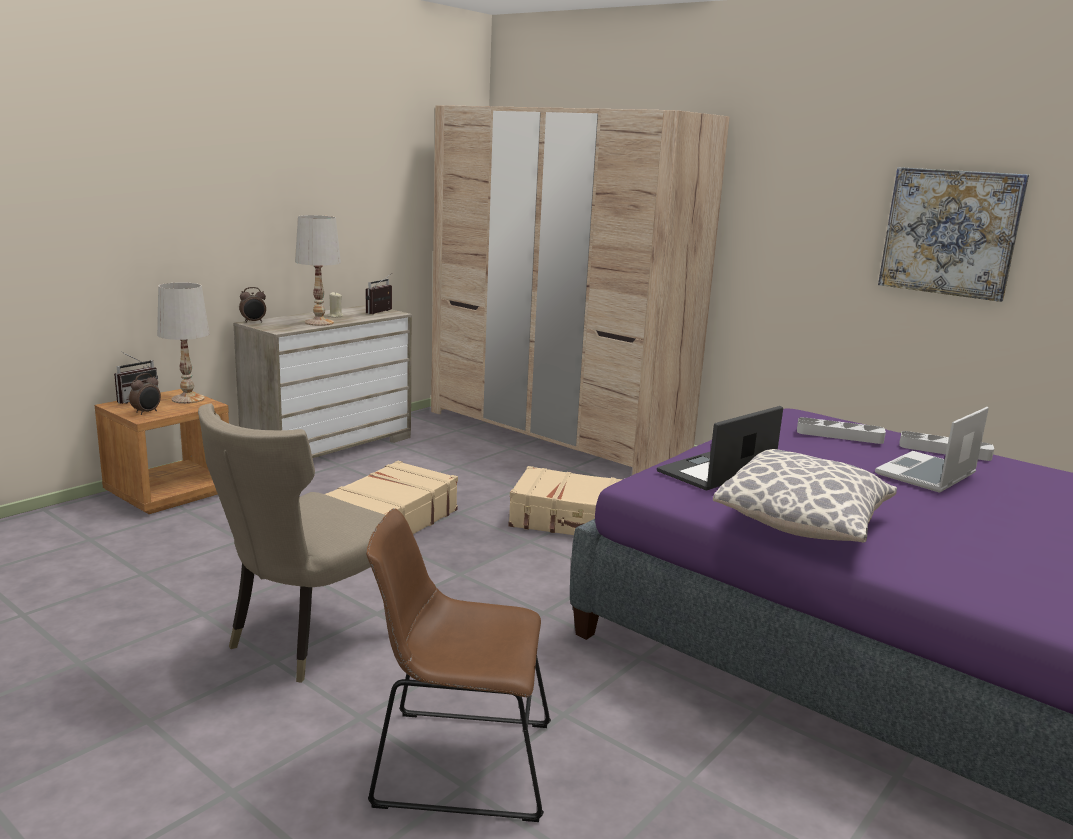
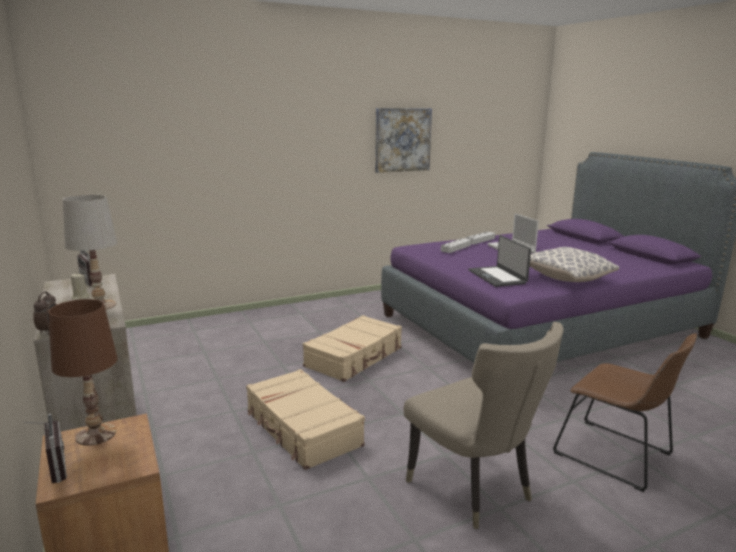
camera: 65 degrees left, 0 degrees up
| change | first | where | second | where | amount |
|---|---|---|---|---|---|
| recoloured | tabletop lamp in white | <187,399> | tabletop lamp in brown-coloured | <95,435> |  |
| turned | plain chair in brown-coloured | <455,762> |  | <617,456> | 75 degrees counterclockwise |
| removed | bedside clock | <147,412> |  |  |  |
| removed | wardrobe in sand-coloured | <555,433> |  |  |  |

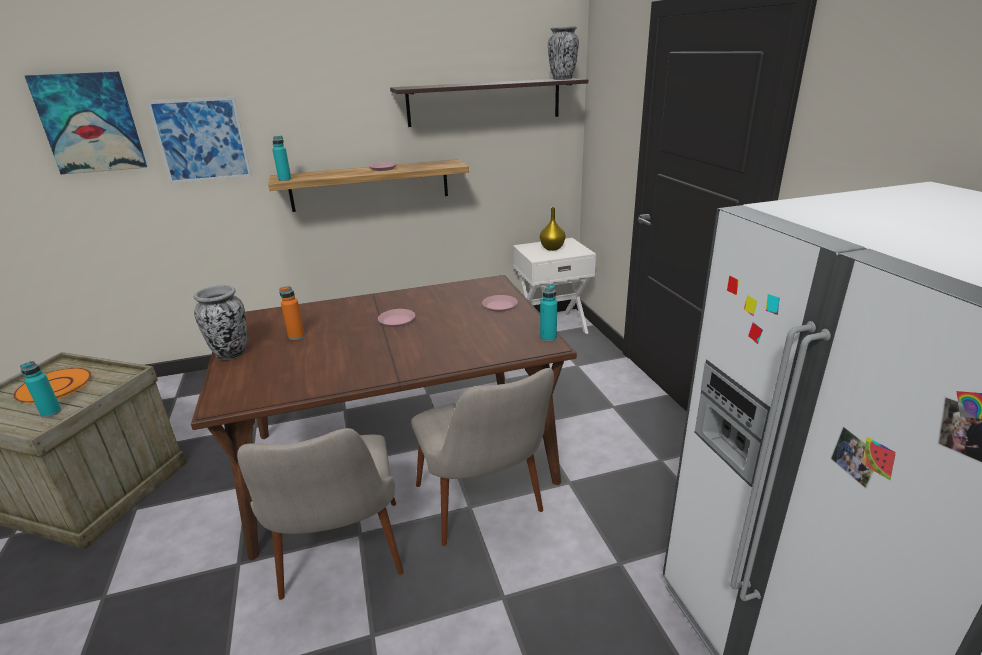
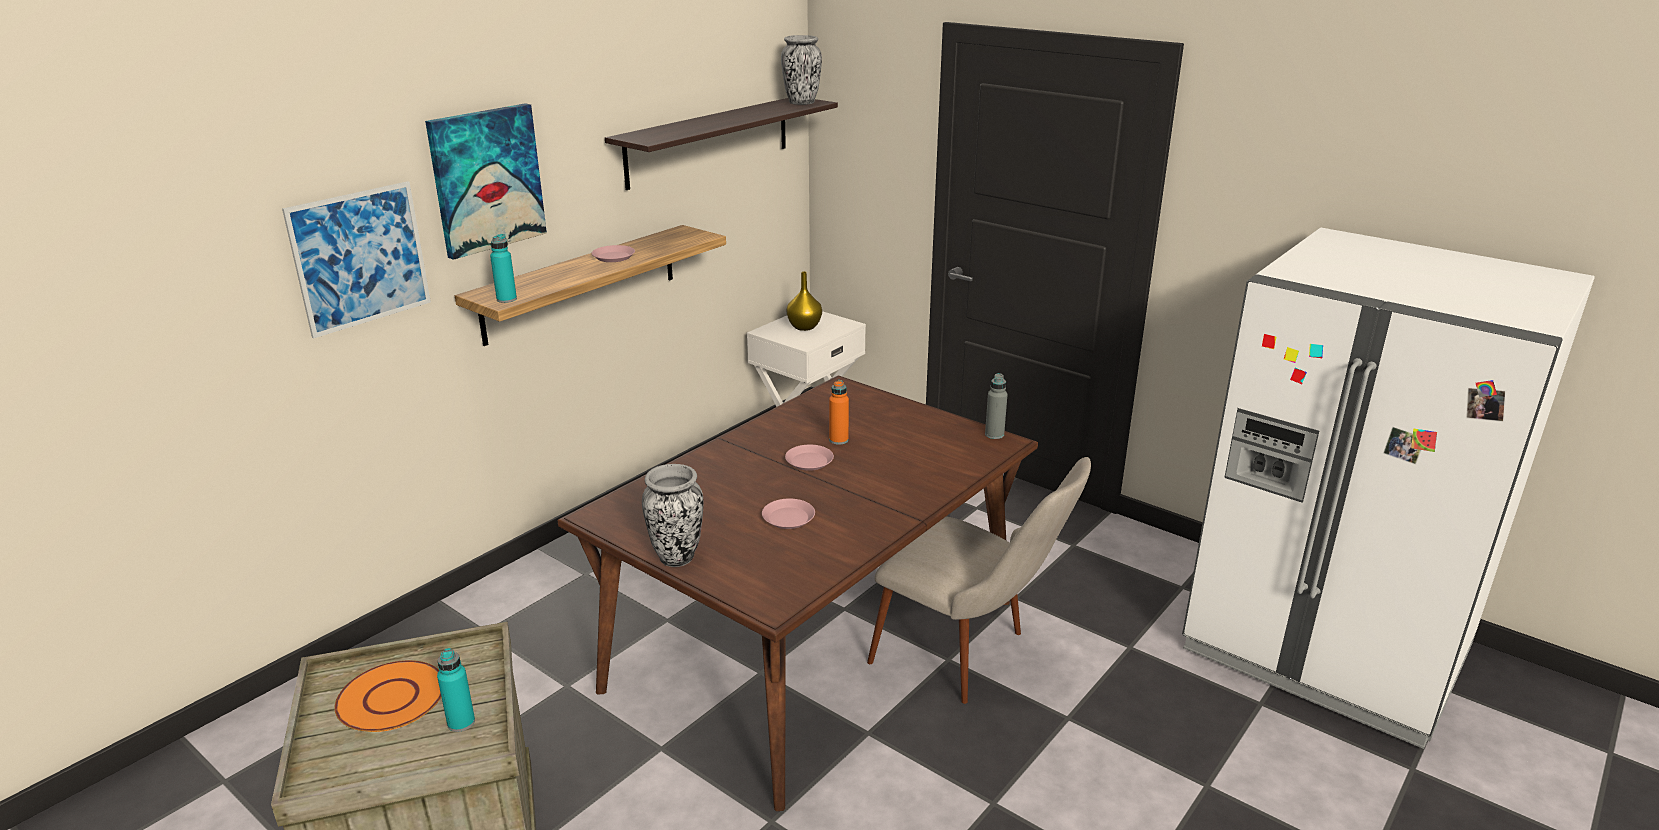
camera: 35 degrees left, 0 degrees up
| change | first | where | second | where | amount |
|---|---|---|---|---|---|
| moved | wall picture | <90,123> |  | <486,179> |  |
| moved | dinner plate in pink-coloured | <500,306> |  | <788,518> |  |
| moved | bottle in orange | <296,336> |  | <838,440> |  |
| recoloured | bottle in blue-green | <548,338> | bottle in grey | <994,434> |  |
| removed | plain chair in sand-coloured | <342,566> |  |  |  |

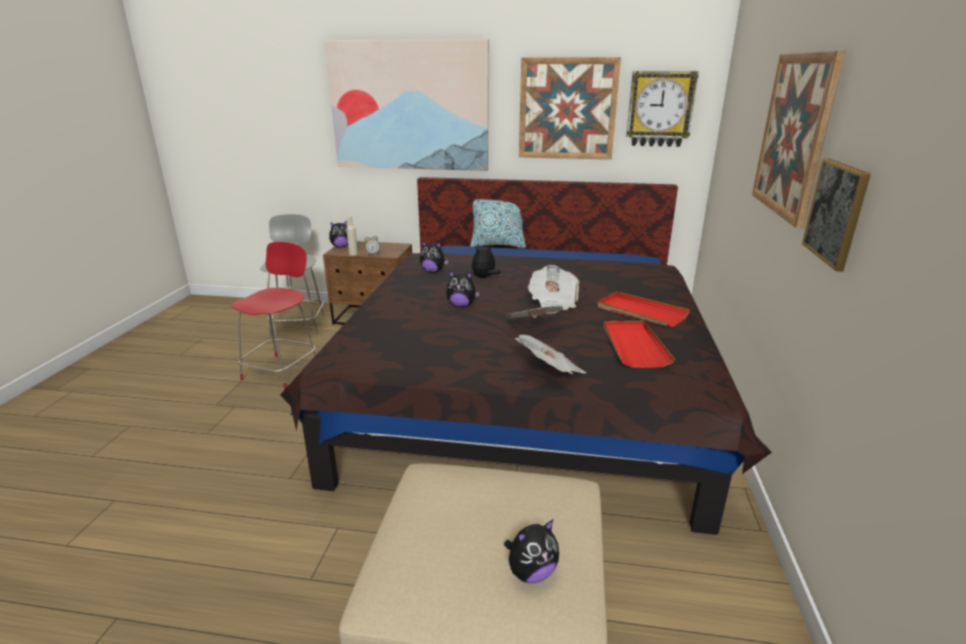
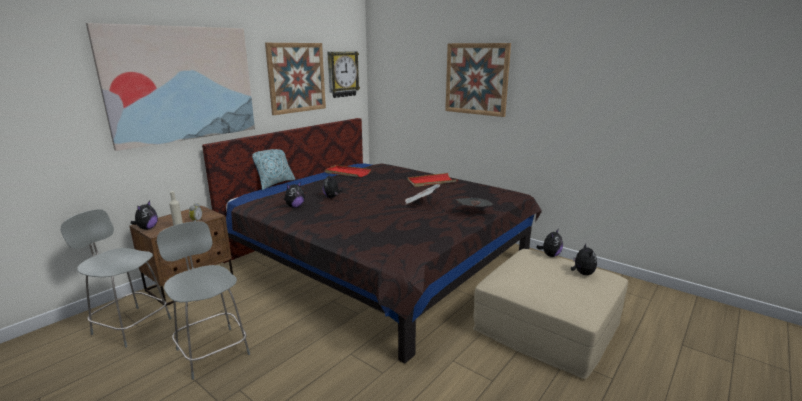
camera: 60 degrees left, 5 degrees down
| change | first | where | second | where | amount |
|---|---|---|---|---|---|
| recoloured | plain chair in reddish | <282,371> | plain chair in grey | <212,350> |  |
| moved | serving tray in reddish | <634,346> |  | <347,173> |  |
| moved | plush toy | <461,305> |  | <550,255> |  |
| removed | printed paper | <552,303> |  |  |  |
| removed | wall picture | <836,212> |  |  |  |

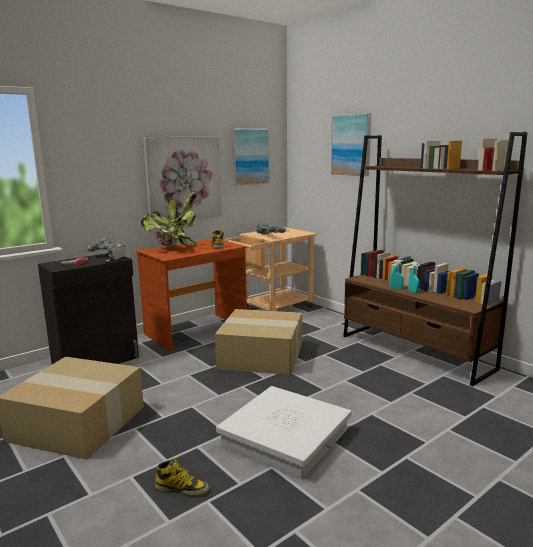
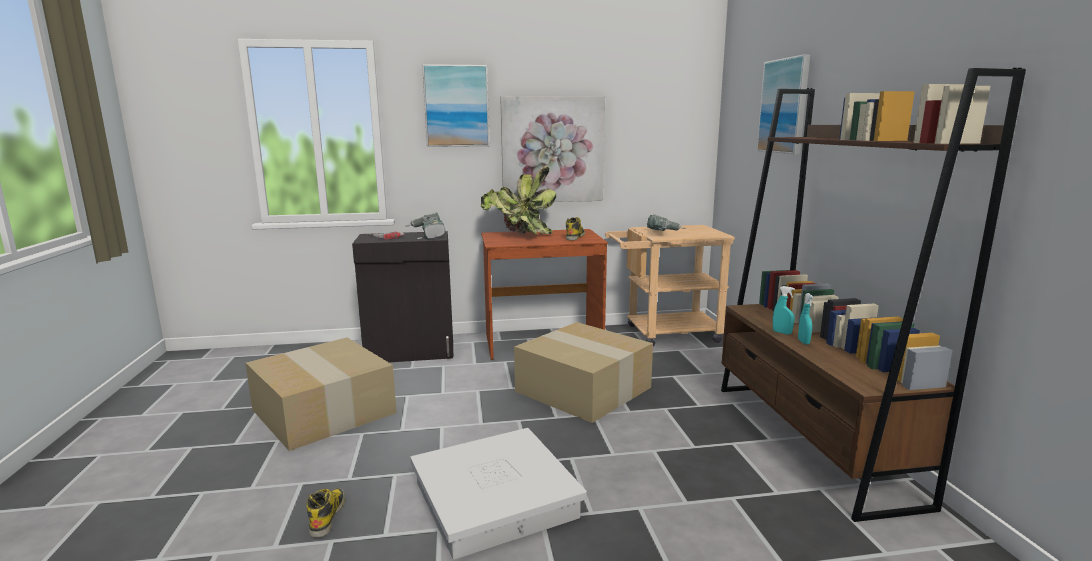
camera: 30 degrees right, 0 degrees up
| change | first | where | second | where | amount |
|---|---|---|---|---|---|
| turned | boot | <182,488> |  | <327,515> | 135 degrees counterclockwise |
| moved | wall picture | <250,156> |  | <456,106> |  |

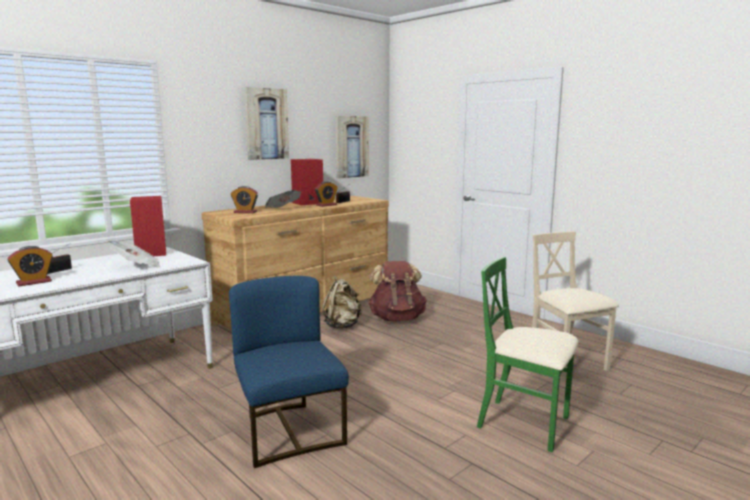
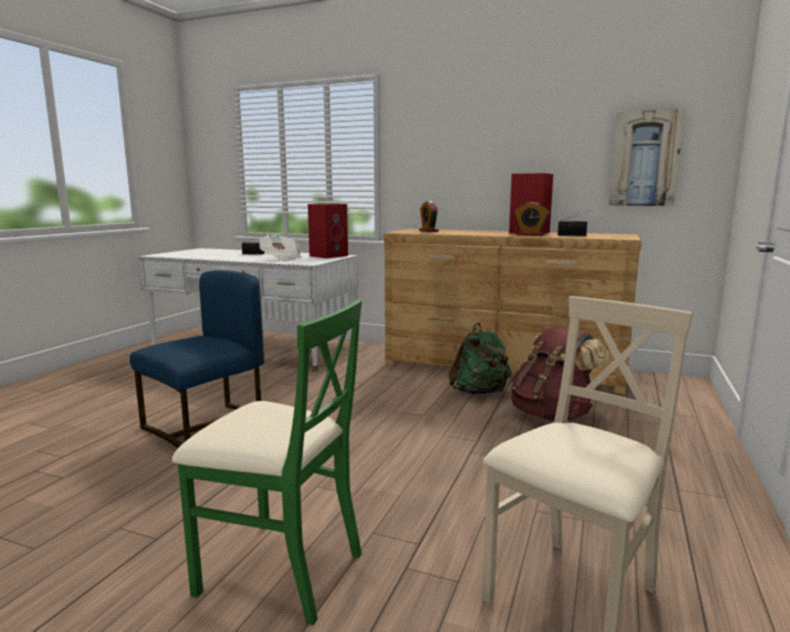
camera: 65 degrees right, 0 degrees up
| change | first | where | second | where | amount |
|---|---|---|---|---|---|
| turned | plain chair in green | <524,423> |  | <280,570> | 105 degrees clockwise |
| recoloured | backpack in sand-coloured | <342,326> | backpack in green | <479,393> |  |
| removed | bedside clock | <34,282> |  |  |  |
| removed | wall picture | <266,124> |  |  |  |
| removed | printed paper | <283,209> |  |  |  |

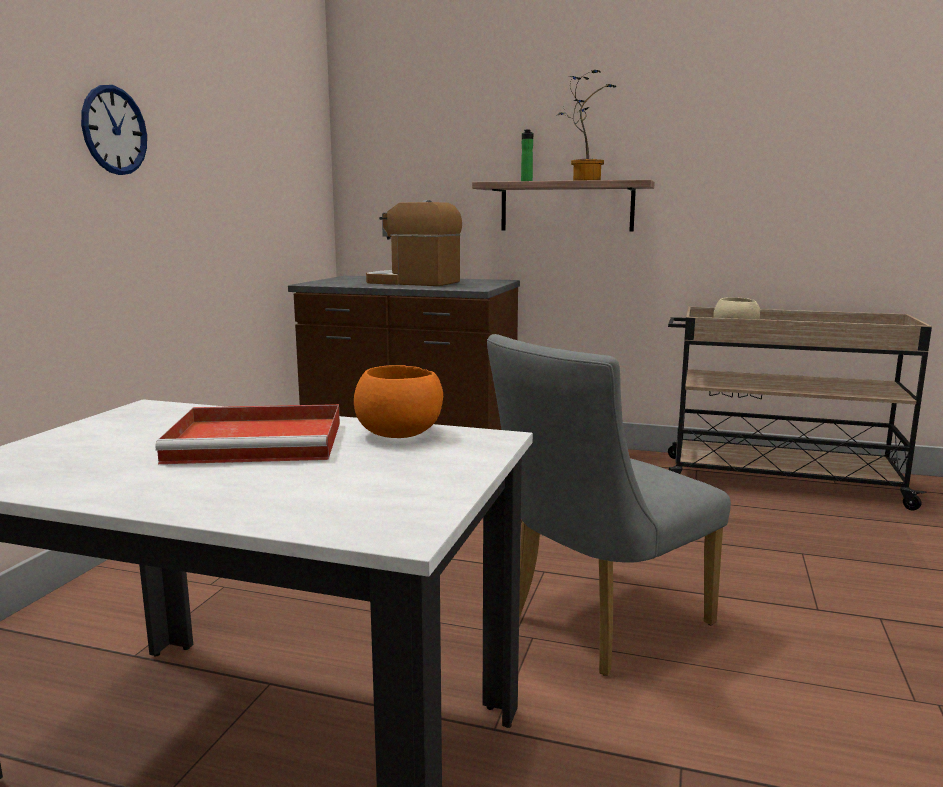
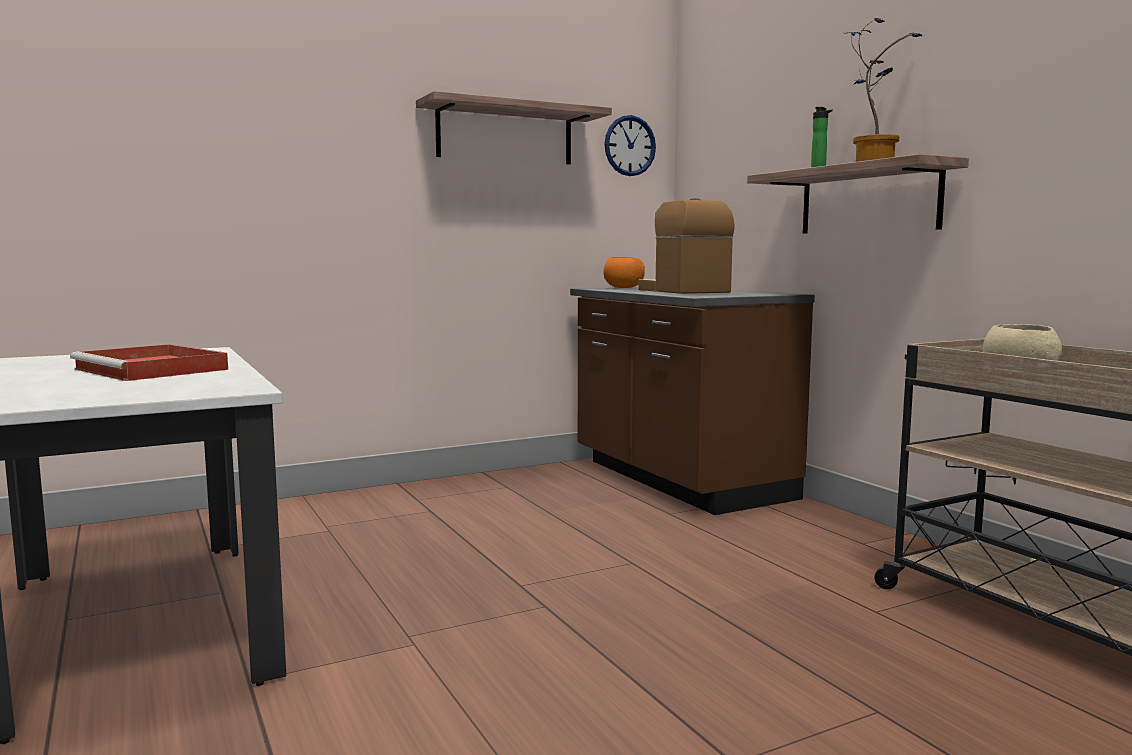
camera: 45 degrees right, 5 degrees down
| change | first | where | second | where | amount |
|---|---|---|---|---|---|
| added |  |  | wall shelf | <505,134> |  |
| moved | hanging clock | <114,130> |  | <629,146> |  |
| moved | bowl in orange | <400,434> |  | <624,288> |  |
| removed | plain chair in grey | <597,624> |  |  |  |

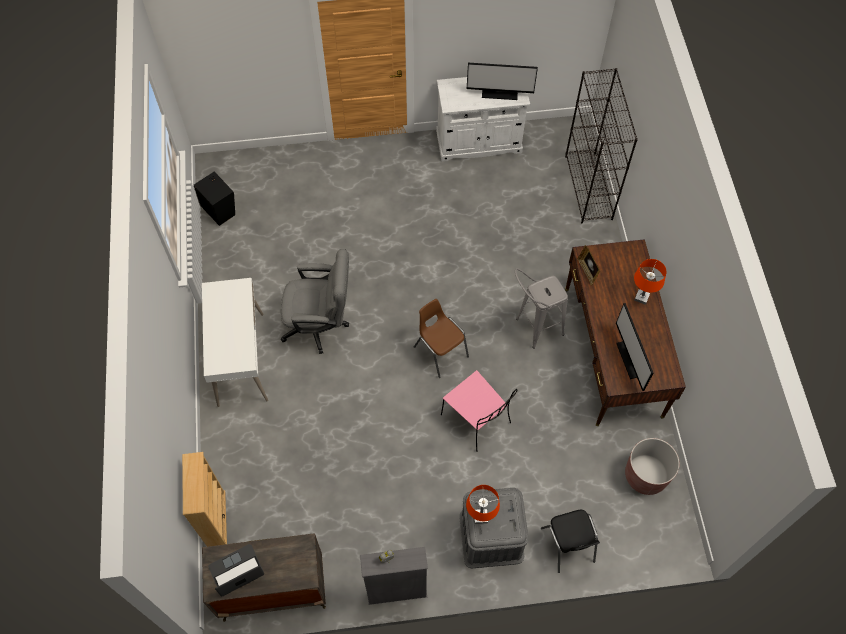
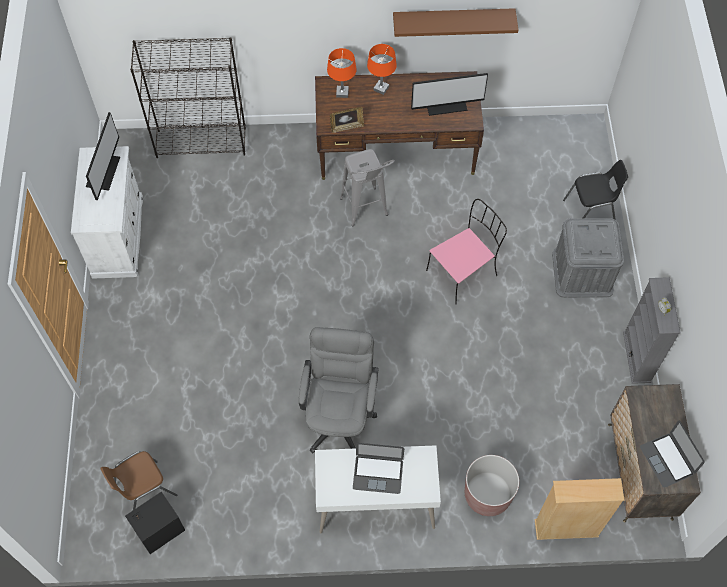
camera: 85 degrees left, 0 degrees up
| change | first | where | second | where | amount |
|---|---|---|---|---|---|
| moved | plain chair in brown-coloured | <440,351> |  | <144,491> |  |
| moved | tabletop lamp in orange | <480,517> |  | <342,92> |  |
| added |  |  | portable computer | <378,474> |  |
| added |  |  | wall shelf in brown-coloured | <453,19> |  |
| moved | planter in brown-coloured | <646,475> |  | <487,494> |  |

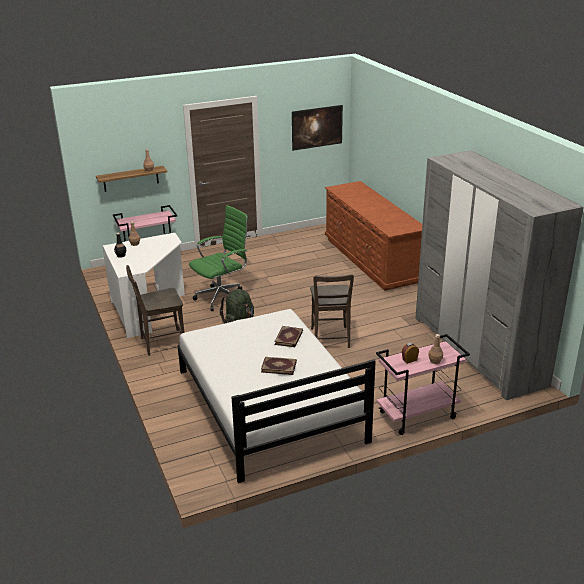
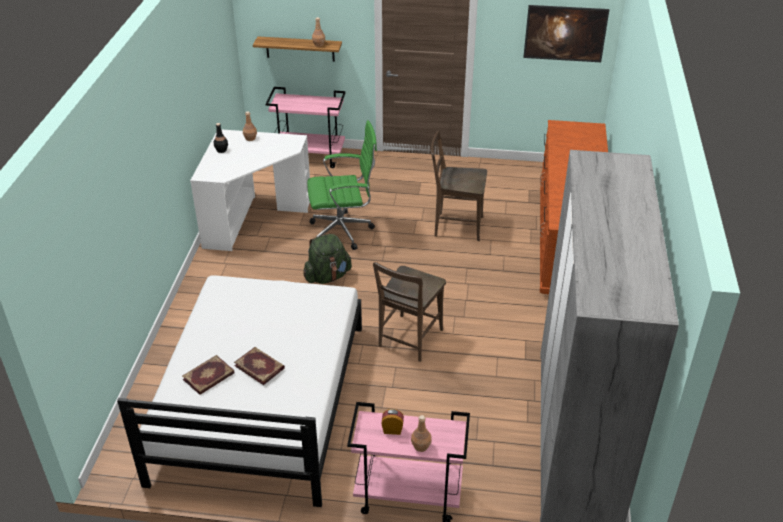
camera: 30 degrees right, 10 degrees up
| change | first | where | second | where | amount |
|---|---|---|---|---|---|
| moved | volume | <289,338> |  | <209,377> |  |
| moved | plain chair in brown-coloured | <160,343> |  | <455,226> |  |

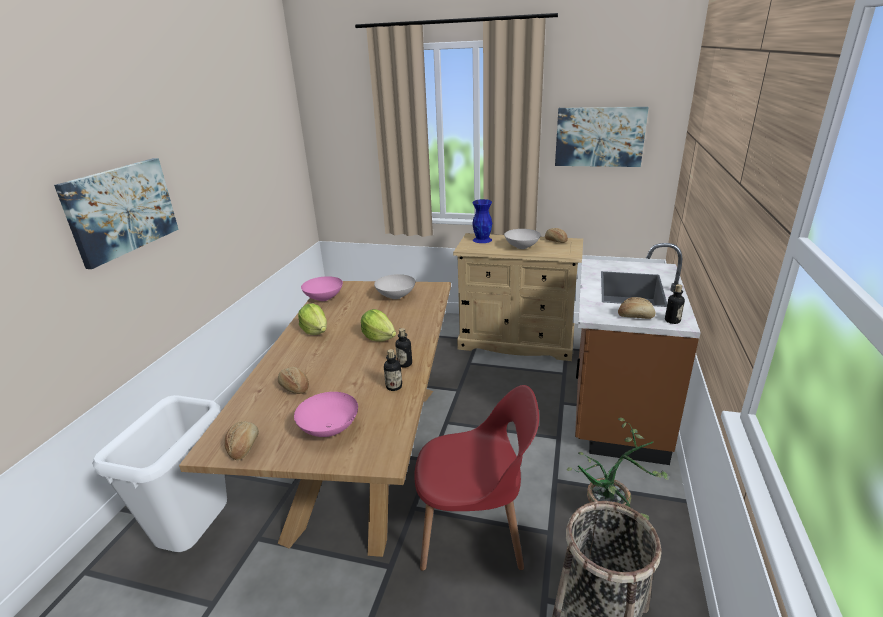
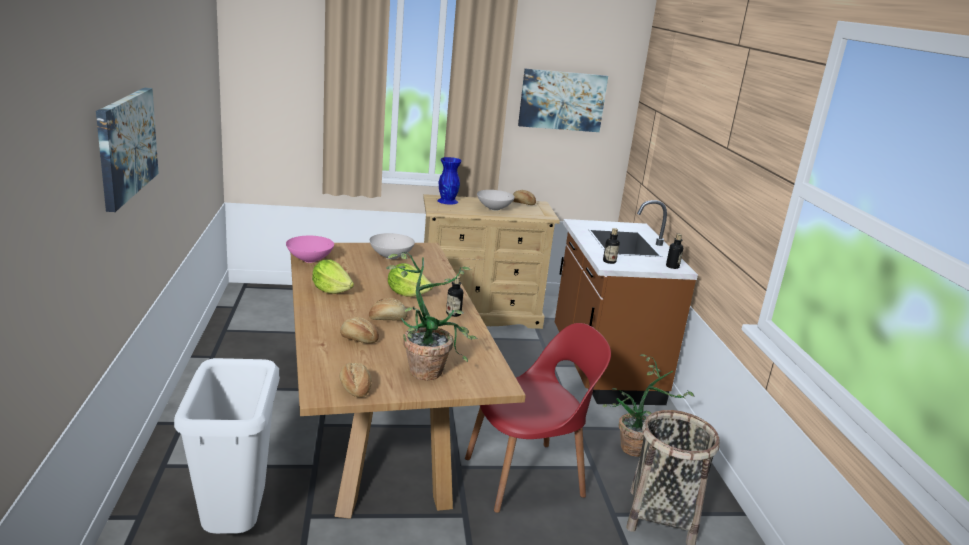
camera: 25 degrees left, 5 degrees down
| change | first | where | second | where | amount |
|---|---|---|---|---|---|
| moved | bakery bread | <635,316> |  | <387,319> |  |
| replaced | bowl in pink-coloured | <330,429> | potted plant | <428,367> |  |
| moved | bottle | <394,386> |  | <609,261> |  |

